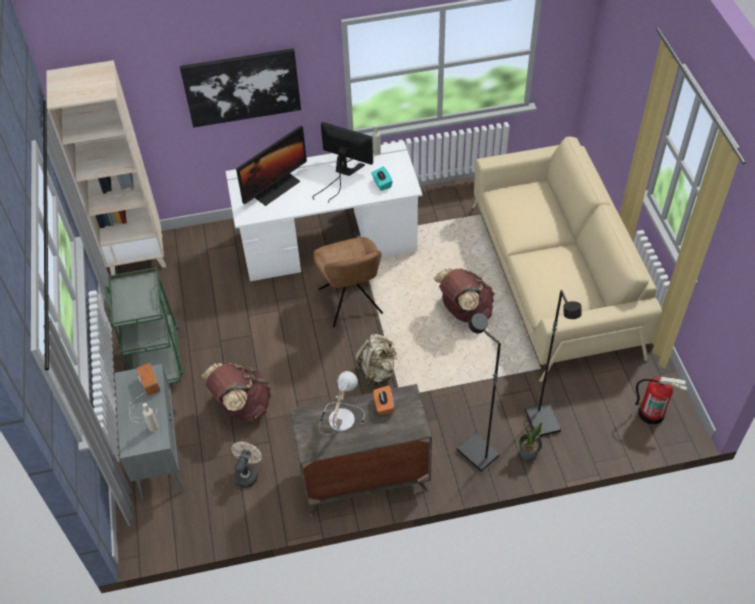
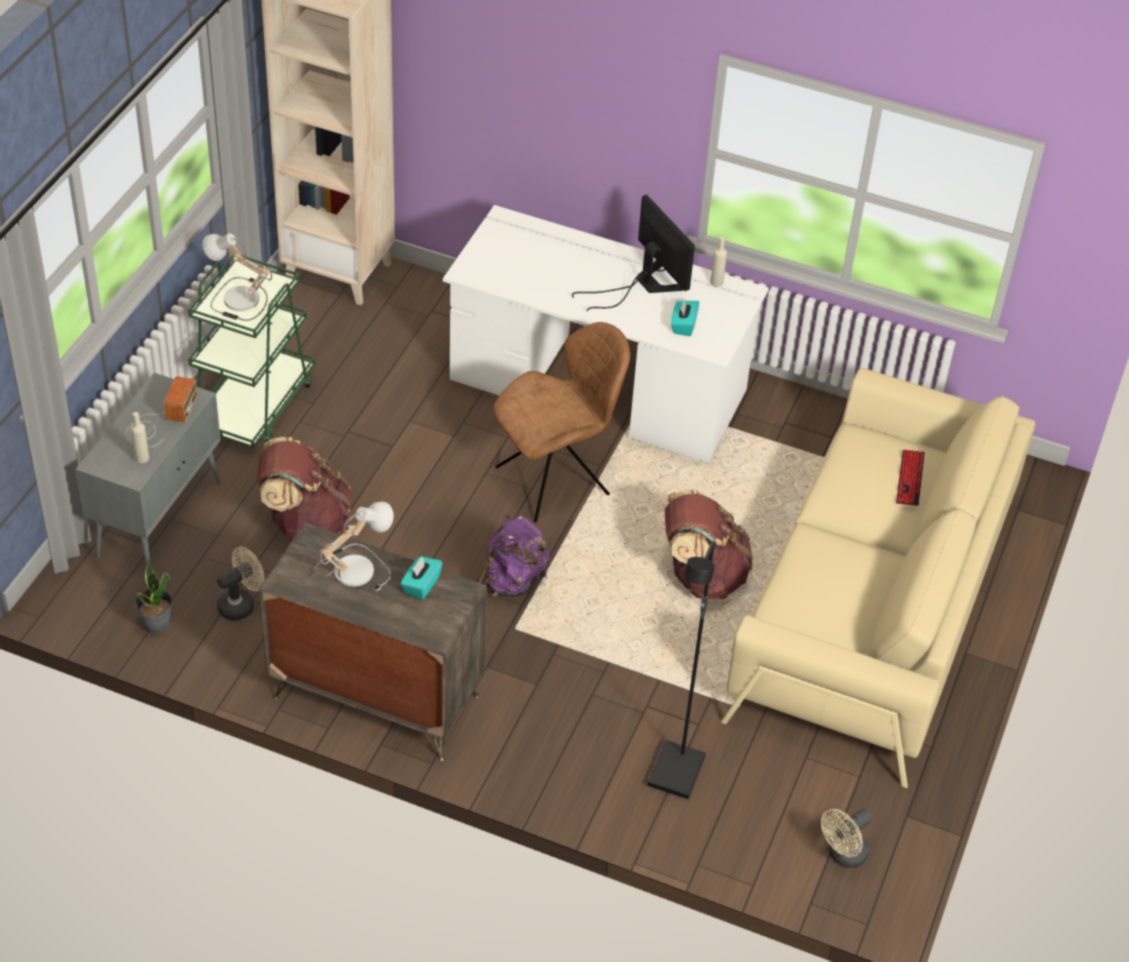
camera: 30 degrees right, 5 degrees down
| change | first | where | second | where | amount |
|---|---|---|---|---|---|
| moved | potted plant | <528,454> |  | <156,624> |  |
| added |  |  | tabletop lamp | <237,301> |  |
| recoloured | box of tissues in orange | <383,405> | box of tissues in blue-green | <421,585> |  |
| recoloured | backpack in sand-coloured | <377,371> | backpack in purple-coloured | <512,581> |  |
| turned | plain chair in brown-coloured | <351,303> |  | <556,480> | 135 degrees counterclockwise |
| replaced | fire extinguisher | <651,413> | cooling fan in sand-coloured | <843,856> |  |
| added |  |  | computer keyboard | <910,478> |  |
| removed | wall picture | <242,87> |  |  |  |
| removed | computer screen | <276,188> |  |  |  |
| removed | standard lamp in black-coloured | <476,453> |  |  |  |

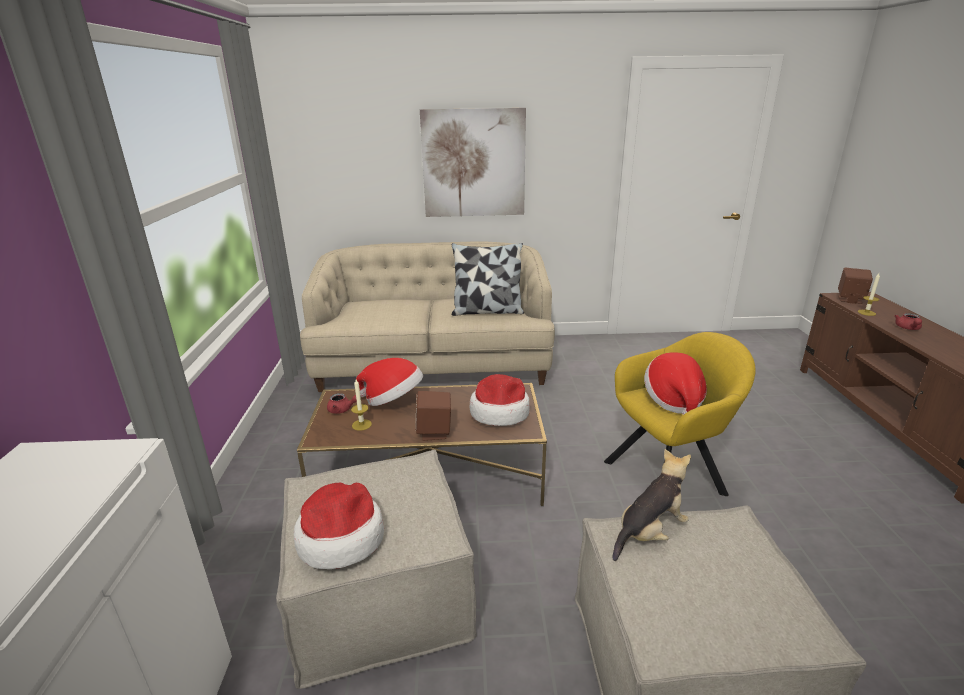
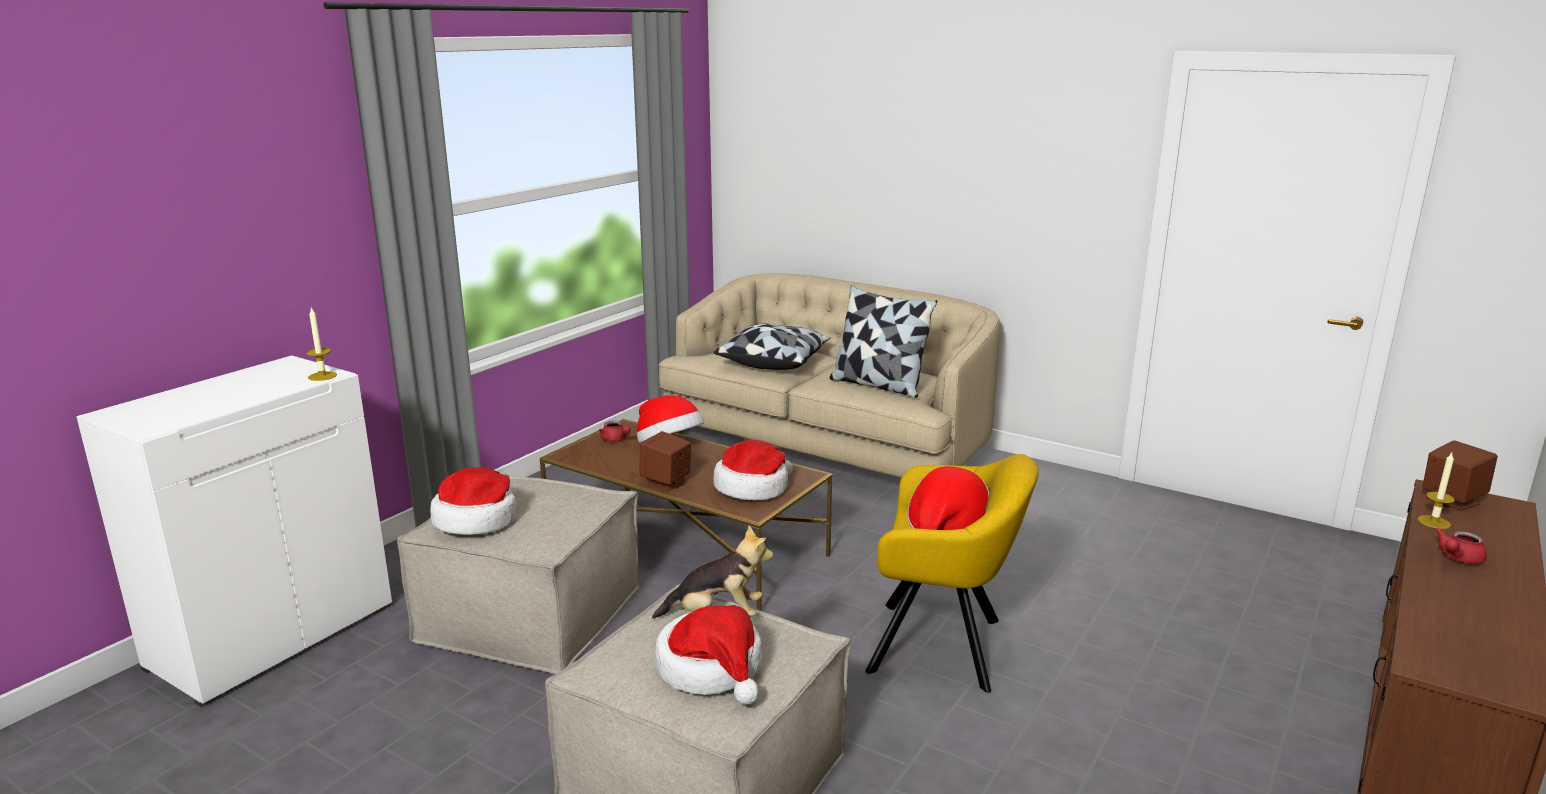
camera: 35 degrees right, 5 degrees down
| change | first | where | second | where | amount |
|---|---|---|---|---|---|
| moved | candle | <361,425> |  | <322,376> |  |
| added |  |  | hat | <712,669> |  |
| added |  |  | pillow | <773,362> |  |
| removed | wall picture | <473,163> |  |  |  |

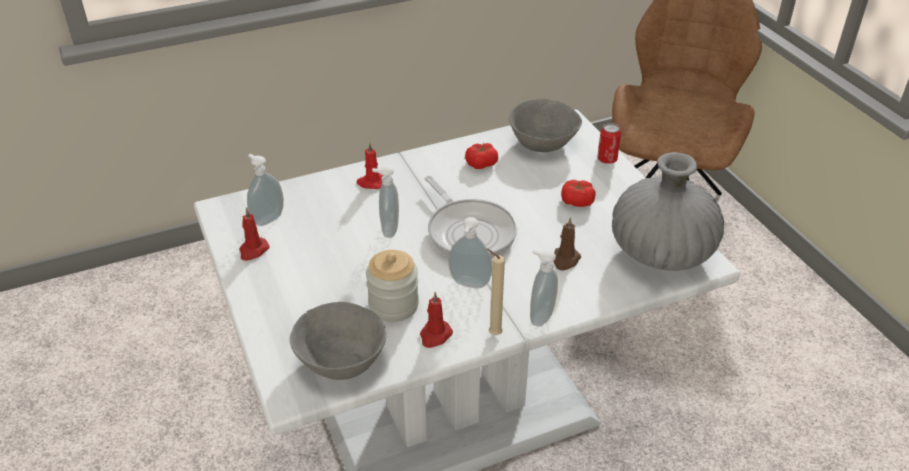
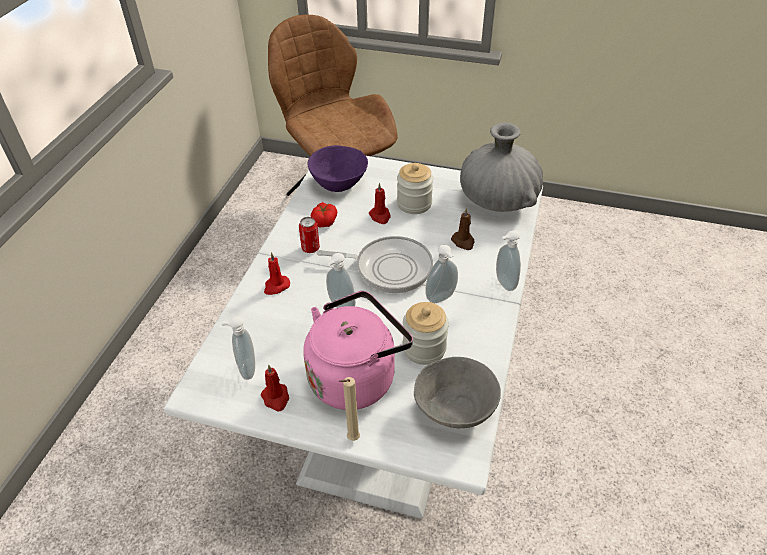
camera: 50 degrees left, 5 degrees up
| change | first | where | second | where | amount |
|---|---|---|---|---|---|
| moved | can | <607,159> |  | <310,248> |  |
| added |  |  | kettle in pink-coloured | <356,376> |  |
| recoloured | bowl in grey | <542,144> | bowl in purple-coloured | <339,183> |  |
| moved | candle in sand-coloured | <493,334> |  | <351,439> |  |
| moved | candle in reddish | <435,335> |  | <380,216> |  |
| replaced | tomato | <577,201> | jar | <414,203> |  |

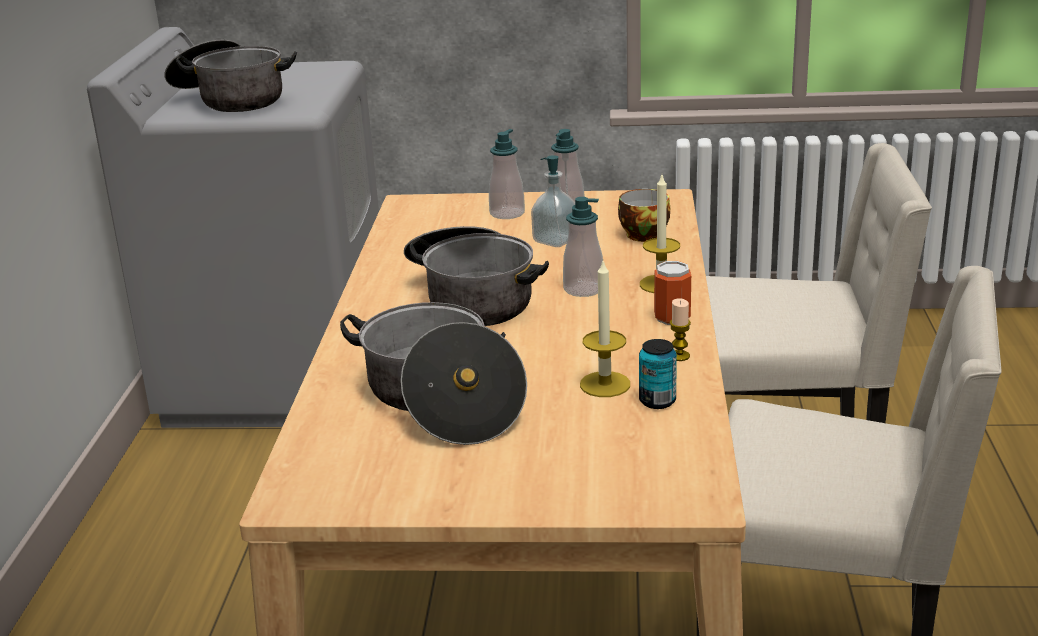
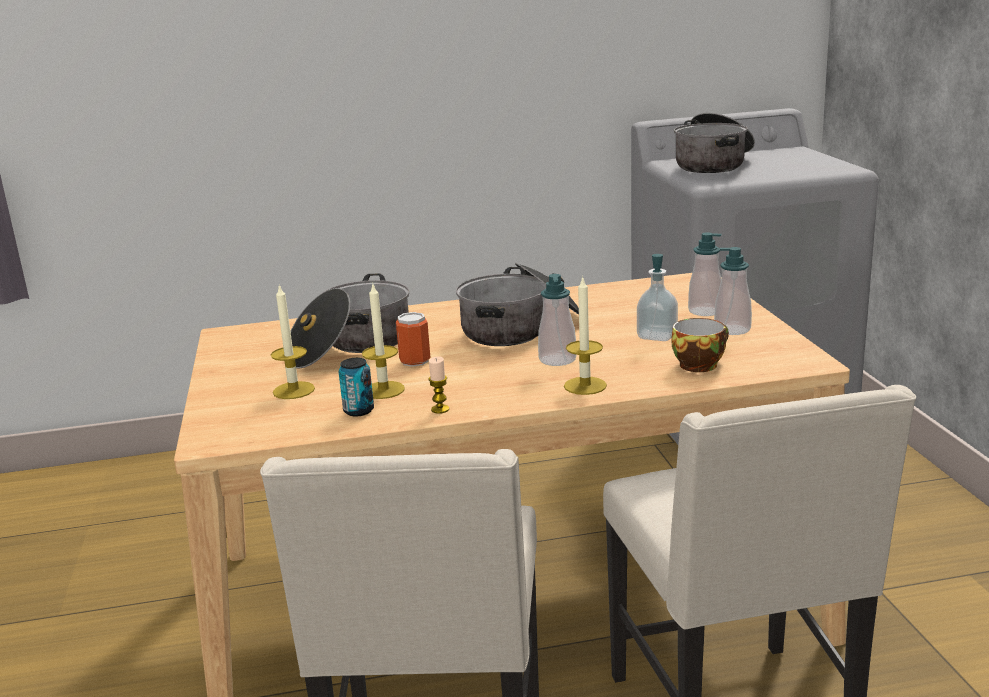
camera: 75 degrees right, 5 degrees down
| change | first | where | second | where | amount |
|---|---|---|---|---|---|
| added |  |  | candle | <294,390> |  |
| moved | can | <672,317> |  | <415,361> |  |

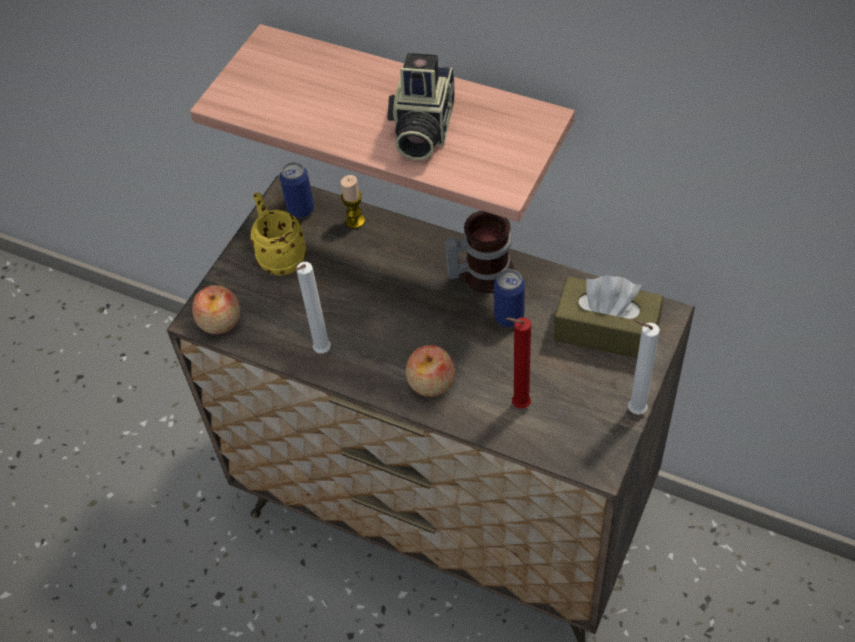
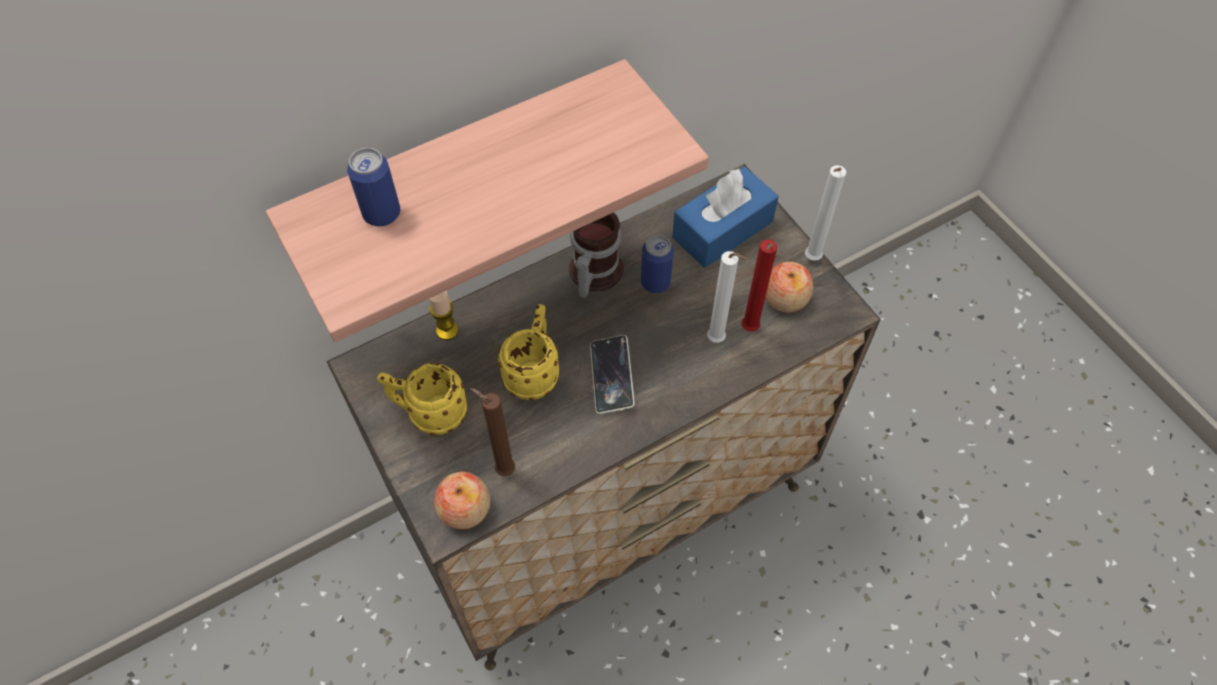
camera: 60 degrees left, 5 degrees up
| change | first | where | second | where | amount |
|---|---|---|---|---|---|
| moved | can | <301,209> |  | <382,214> |  |
| added |  |  | candle in brown-coloured | <502,469> |  |
| added |  |  | tea mug in yellow | <534,372> |  |
| added |  |  | handset | <611,377> |  |
| recoloured | box of tissues in brown-coloured | <606,331> | box of tissues in bluish | <722,229> |  |
| moved | candle in white | <321,353> |  | <717,341> |  |
| moved | apple fruit | <431,382> |  | <785,298> |  |
| removed | photo camera | <421,129> |  |  |  |

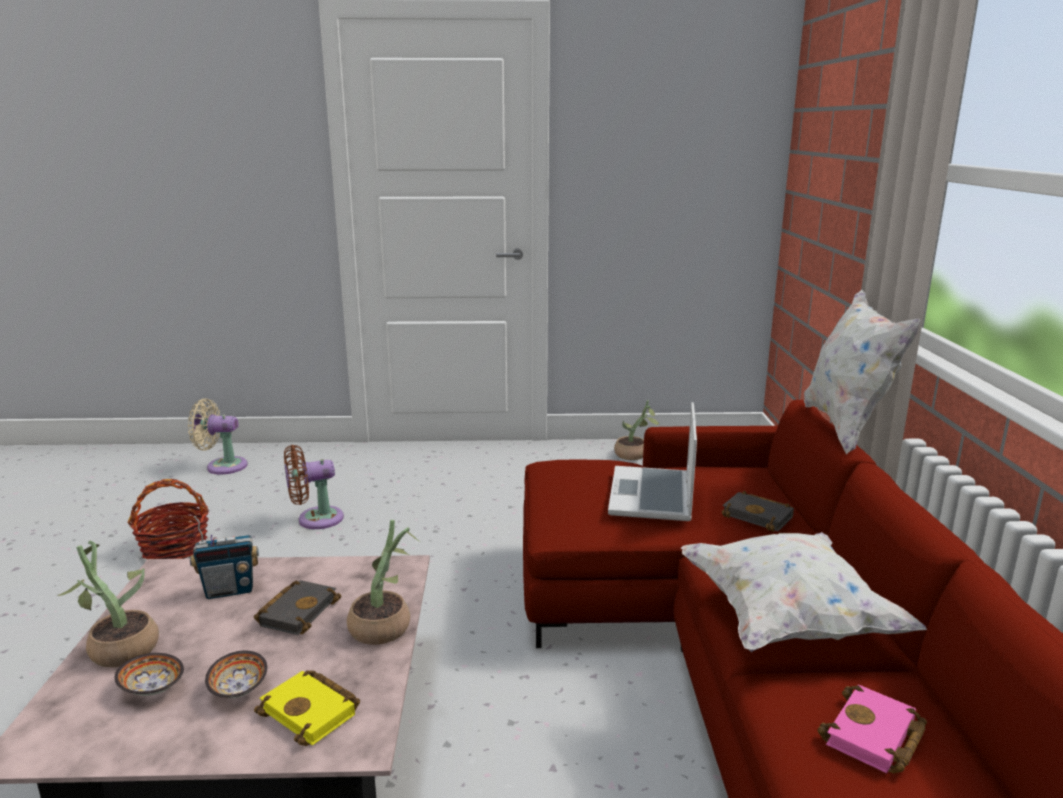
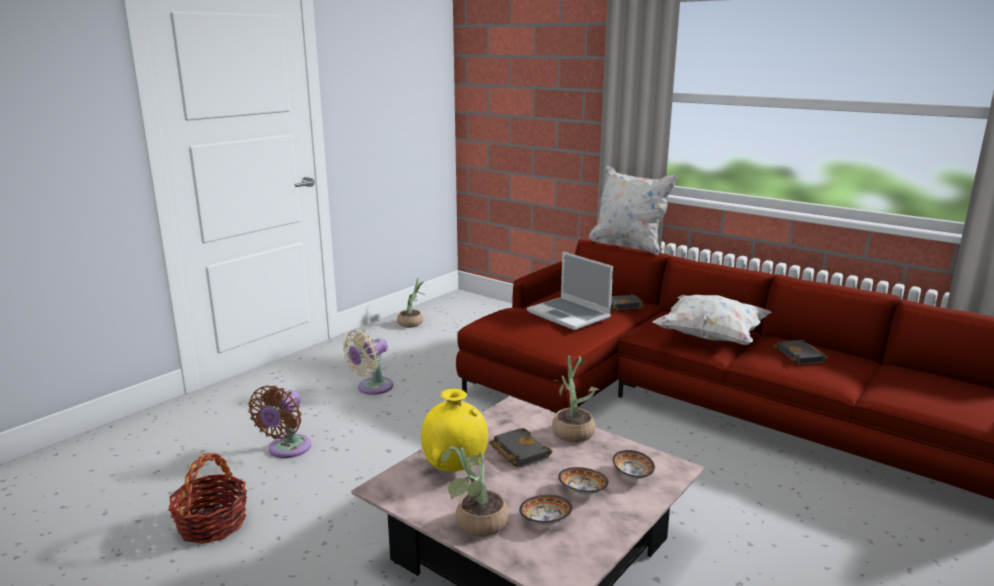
camera: 50 degrees left, 0 degrees up
| change | first | where | second | where | amount |
|---|---|---|---|---|---|
| moved | cooling fan in sand-coloured | <222,466> |  | <372,388> |  |
| replaced | radio receiver | <229,590> | decorative vase in yellow | <455,468> |  |
| replaced | volume in yellow | <313,712> | bowl | <633,474> |  |
| recoloured | volume in pink-coloured | <874,738> | volume in black-coloured | <802,356> |  |

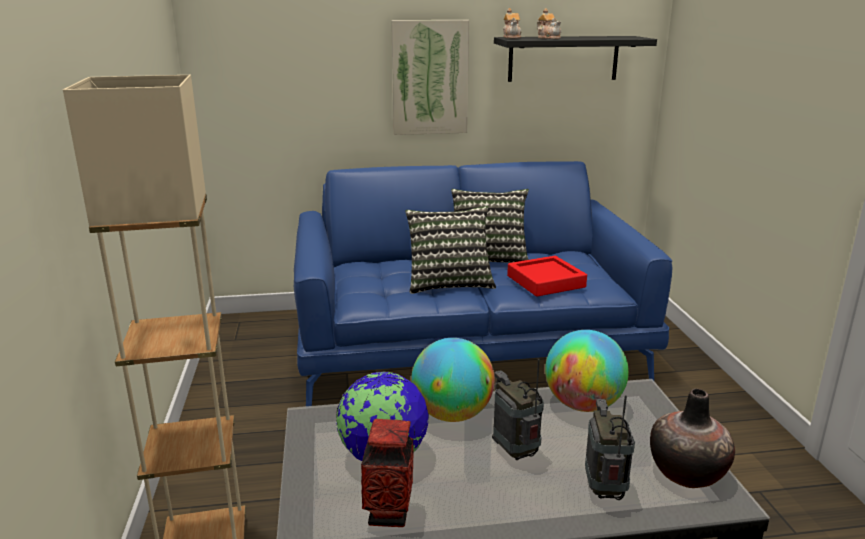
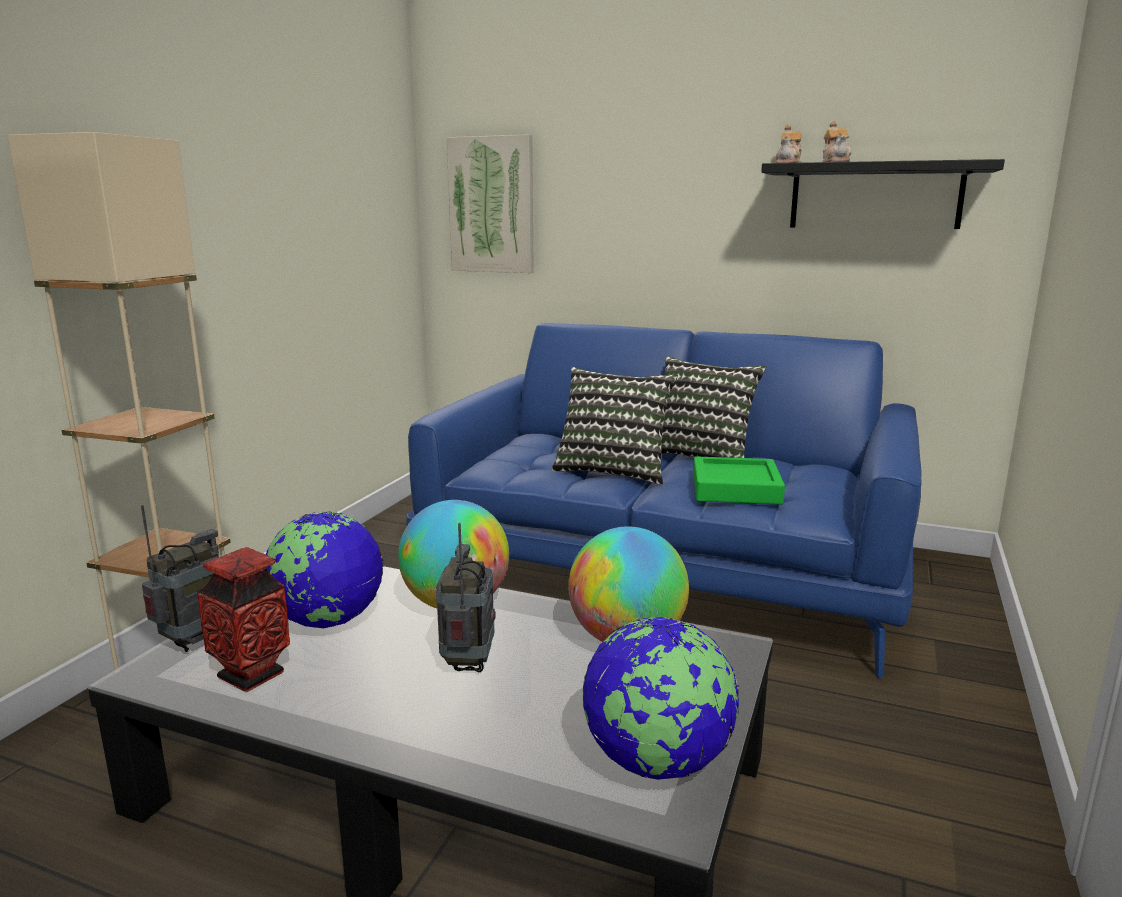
camera: 30 degrees right, 5 degrees down
| change | first | where | second | where | amount |
|---|---|---|---|---|---|
| moved | radio receiver | <604,490> |  | <196,641> |  |
| moved | wall picture | <430,77> |  | <492,205> |  |
| replaced | decorative vase | <687,473> | globe | <657,762> |  |
| recoloured | serving tray in reddish | <545,281> | serving tray in green | <735,489> |  |

